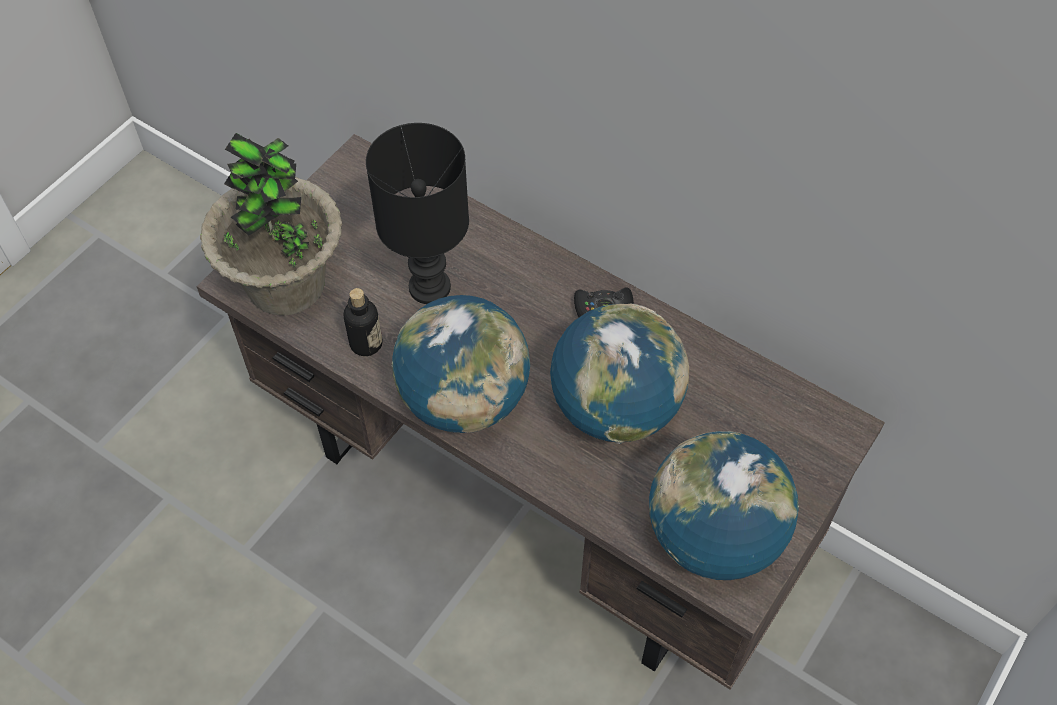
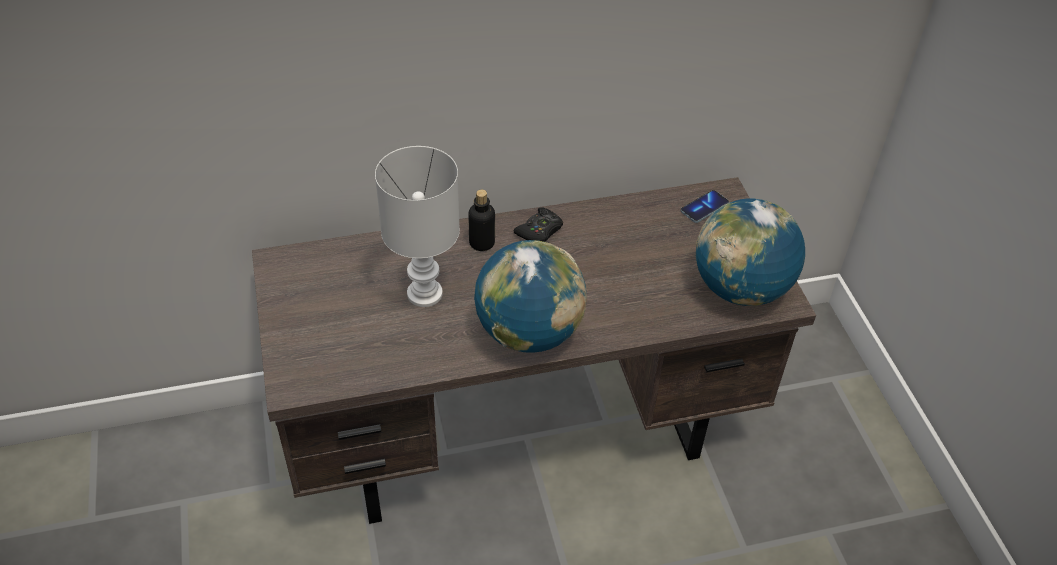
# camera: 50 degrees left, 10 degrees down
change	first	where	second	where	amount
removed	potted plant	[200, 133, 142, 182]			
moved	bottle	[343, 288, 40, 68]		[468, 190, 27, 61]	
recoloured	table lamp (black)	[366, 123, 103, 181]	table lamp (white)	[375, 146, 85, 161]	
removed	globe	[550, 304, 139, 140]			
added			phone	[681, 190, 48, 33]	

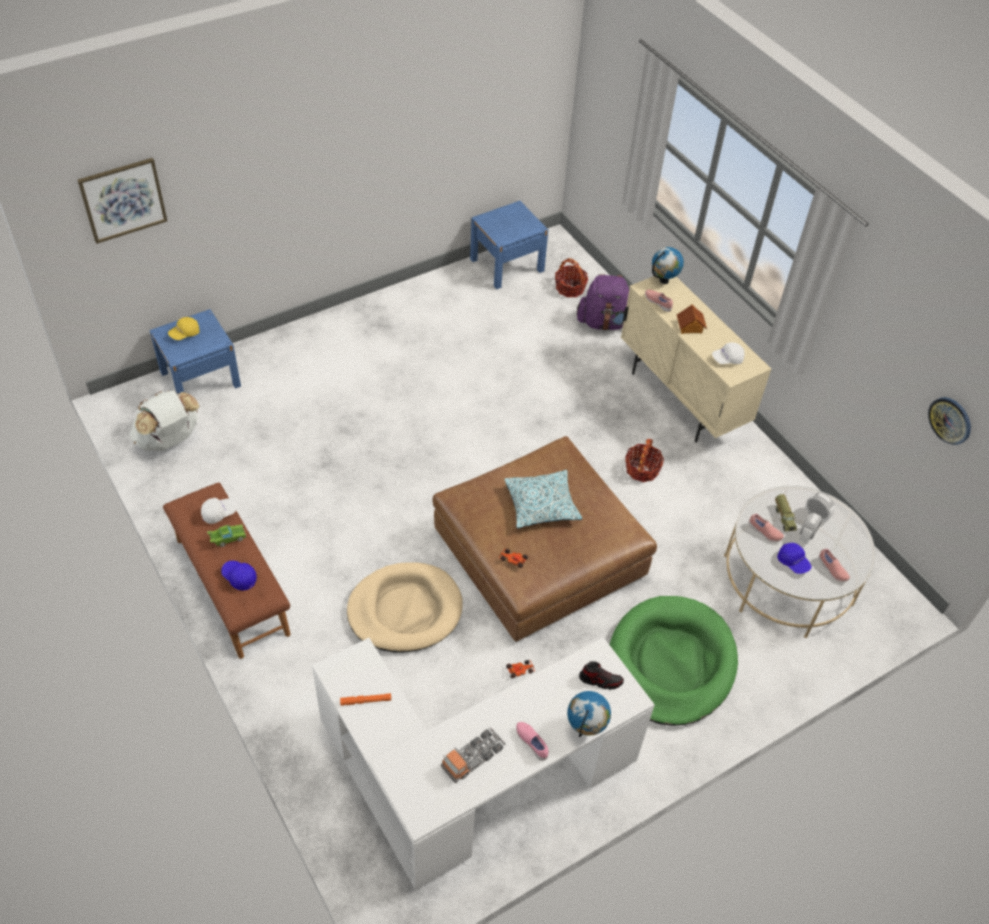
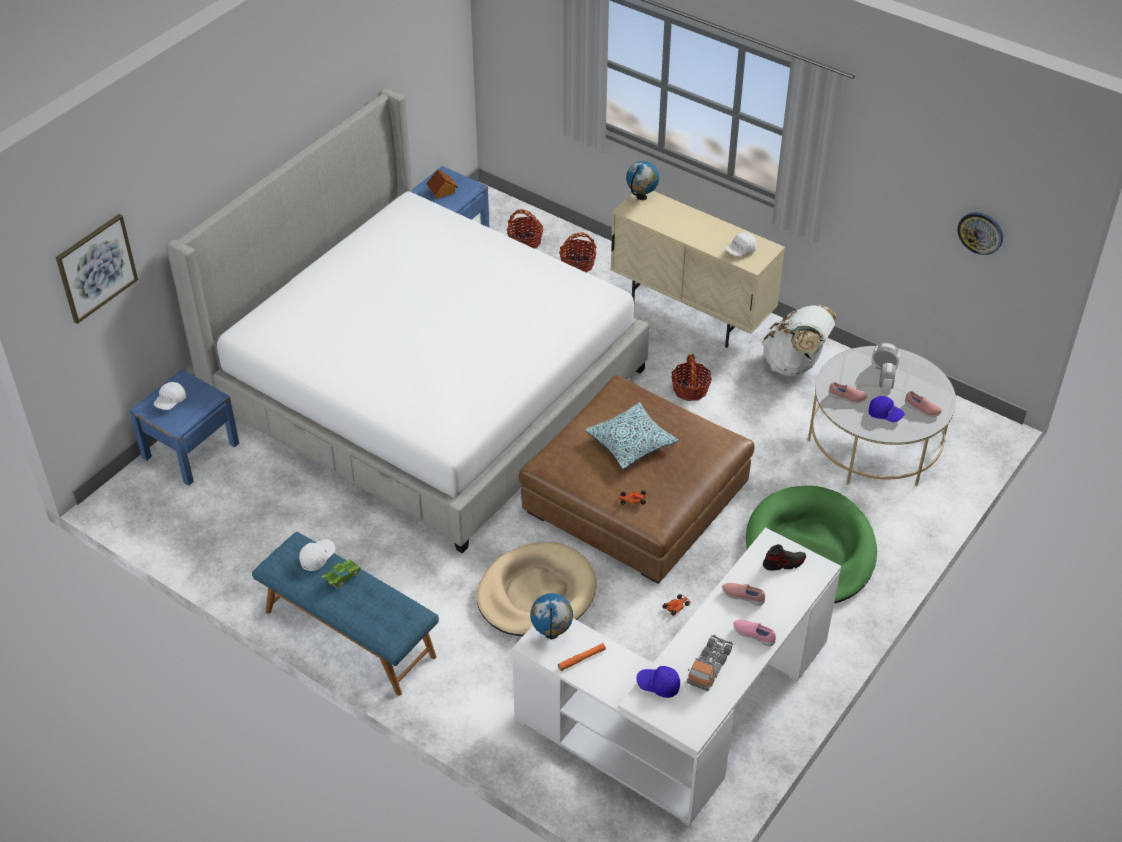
# camera: 20 degrees left, 5 degrees down
change	first	where	second	where	amount
moved	backpack (white)	[130, 390, 69, 61]		[762, 305, 75, 72]	
recoloured	bench (brown)	[163, 483, 128, 176]	bench (blue)	[252, 532, 187, 164]	
recoloured	cap (yellow)	[168, 317, 32, 23]	cap (white)	[154, 382, 32, 28]	
moved	cap (blue)	[221, 561, 36, 30]		[636, 666, 44, 32]	
moved	globe	[567, 691, 44, 46]		[530, 593, 43, 47]	
replaced	backpack (purple)	[577, 274, 52, 57]	basket	[559, 232, 38, 40]	
moved	shoe (pink)	[645, 290, 28, 22]		[722, 583, 43, 23]	
moved	toy house	[677, 304, 30, 30]		[426, 169, 32, 30]	
removed	toy truck	[775, 494, 22, 38]			
added			bed	[166, 88, 483, 465]	

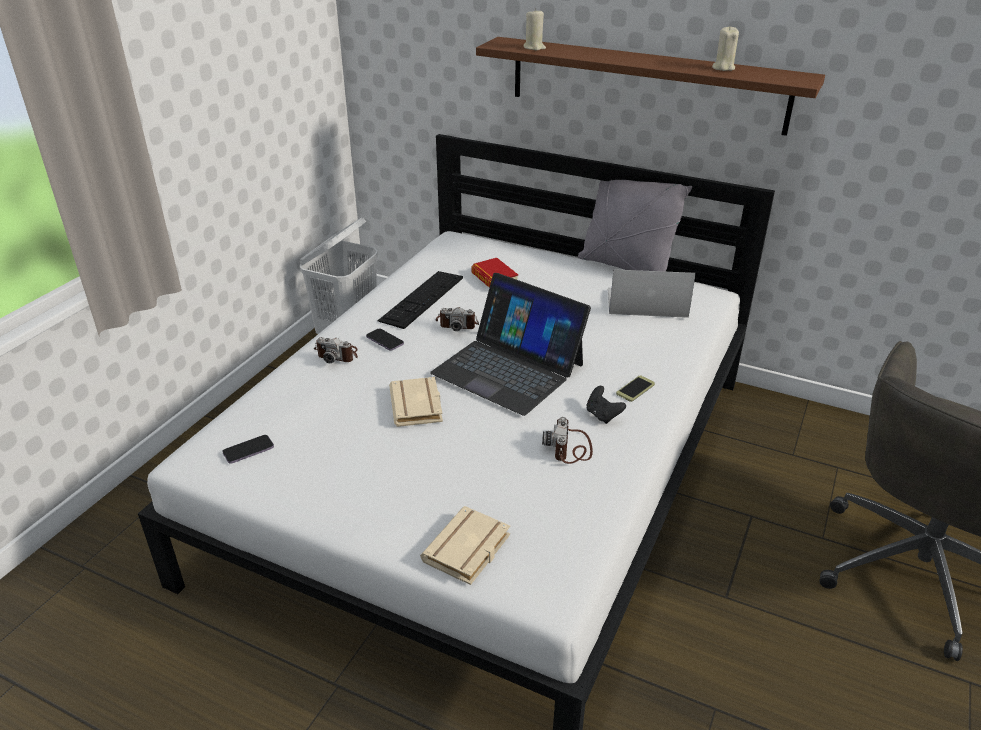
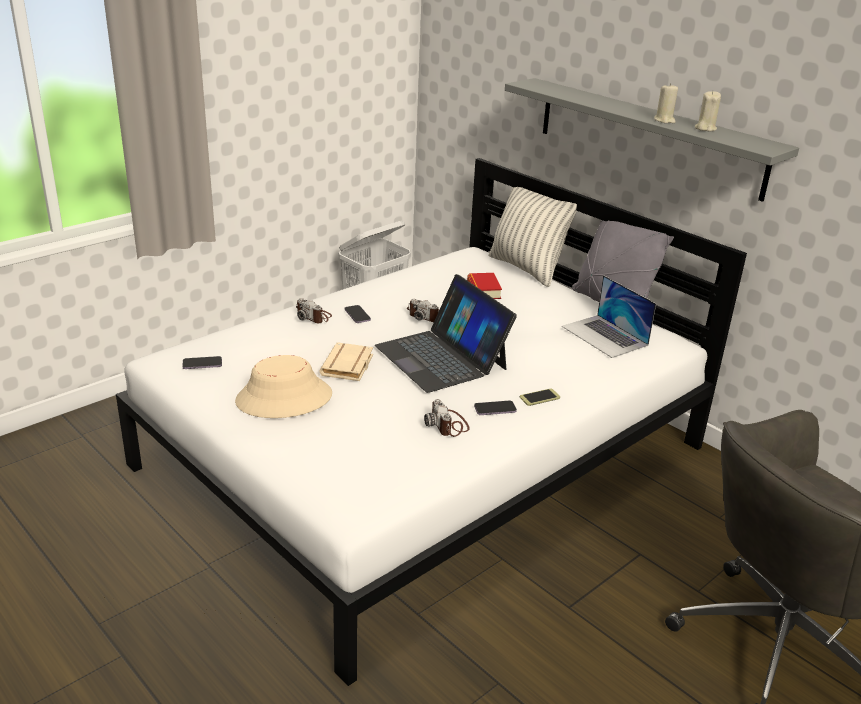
# camera: 20 degrees right, 5 degrees down
change	first	where	second	where	amount
removed	keyboard	[377, 271, 86, 58]			
removed	book (beige)	[420, 506, 90, 79]			
recoloured	shelf (brown)	[476, 37, 349, 99]	shelf (grey)	[505, 78, 294, 124]	
moved	candle (beige)	[523, 8, 23, 42]		[654, 83, 24, 40]	
turned	photo camera	[542, 417, 51, 47]		[424, 399, 46, 38]	45 degrees counterclockwise
replaced	game controller (black)	[586, 386, 40, 38]	phone	[474, 401, 43, 14]	
turned	laptop	[608, 269, 88, 49]		[562, 275, 94, 83]	150 degrees counterclockwise
added			hat (beige)	[235, 355, 97, 63]	
added			pillow	[489, 187, 88, 100]	

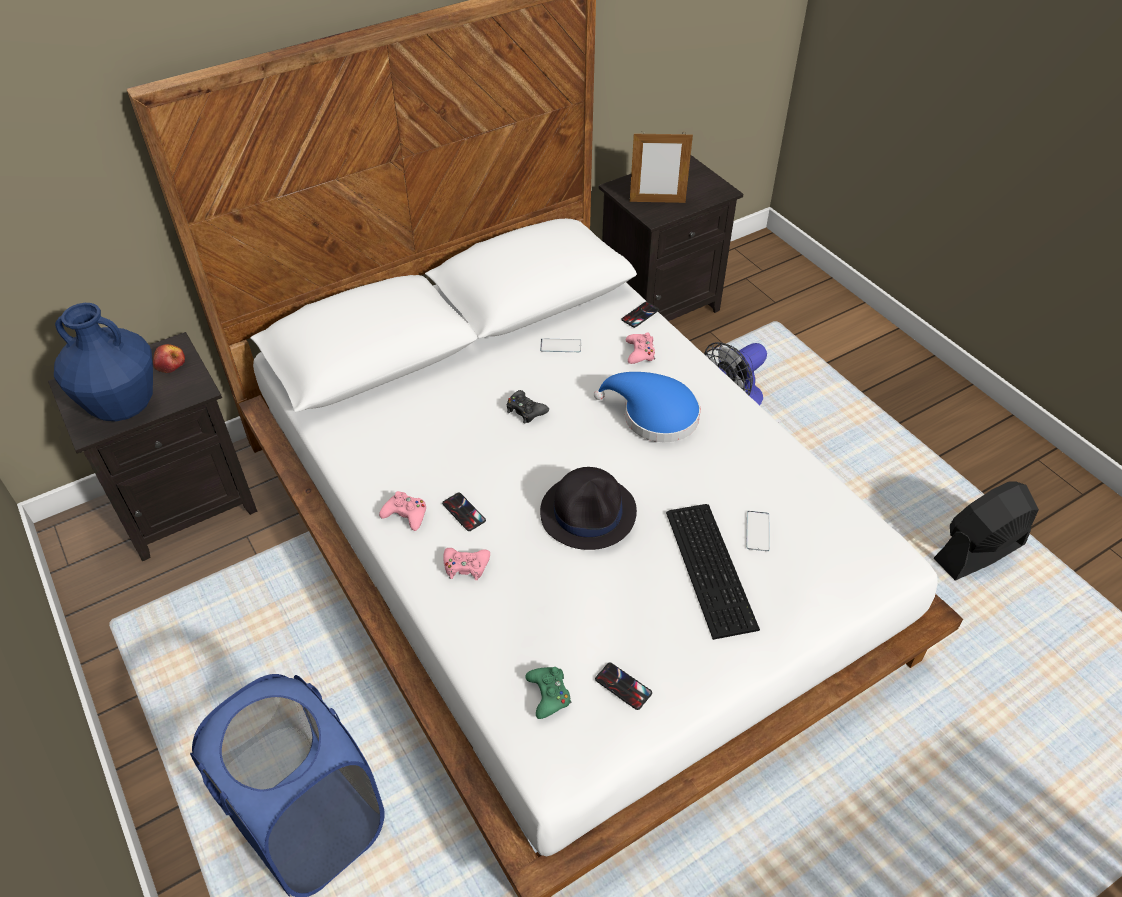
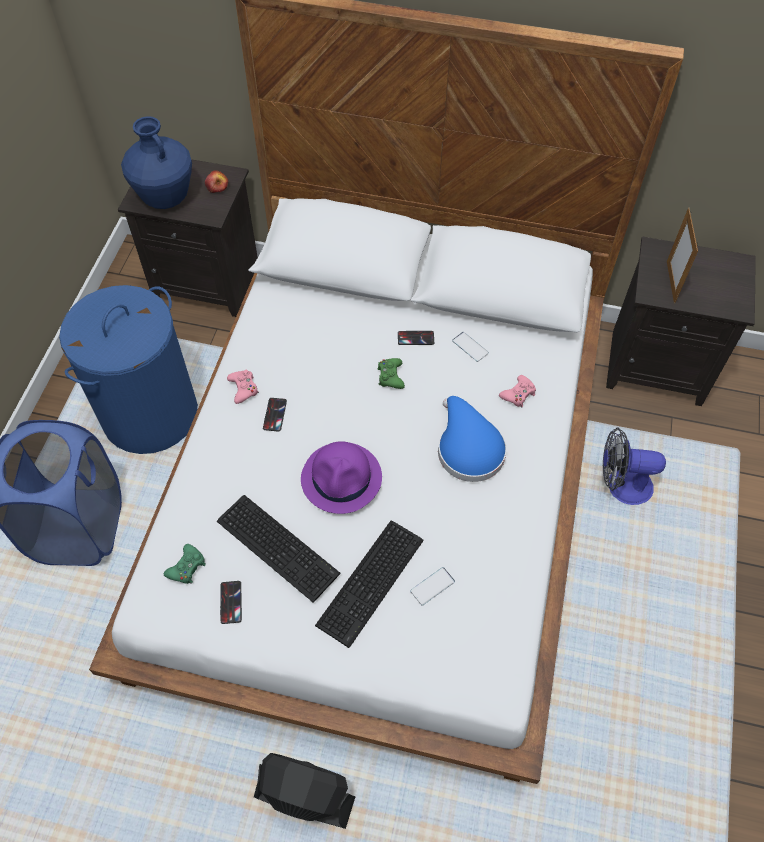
# camera: 45 degrees right, 10 degrees up
change	first	where	second	where	amount
removed	game controller (pink)	[443, 548, 47, 32]			
recoloured	game controller (black)	[507, 390, 42, 33]	game controller (green)	[377, 358, 28, 31]	
recoloured	hat (black)	[540, 467, 97, 83]	hat (purple)	[301, 441, 81, 73]	
moved	phone	[622, 302, 37, 26]		[398, 331, 36, 14]	
turned	picture frame	[630, 131, 63, 72]		[667, 208, 31, 96]	45 degrees clockwise
moved	fan (black)	[934, 481, 105, 100]		[254, 753, 102, 76]	
added			laundry basket (blue)	[59, 285, 139, 169]	
added			keyboard	[217, 495, 124, 108]	

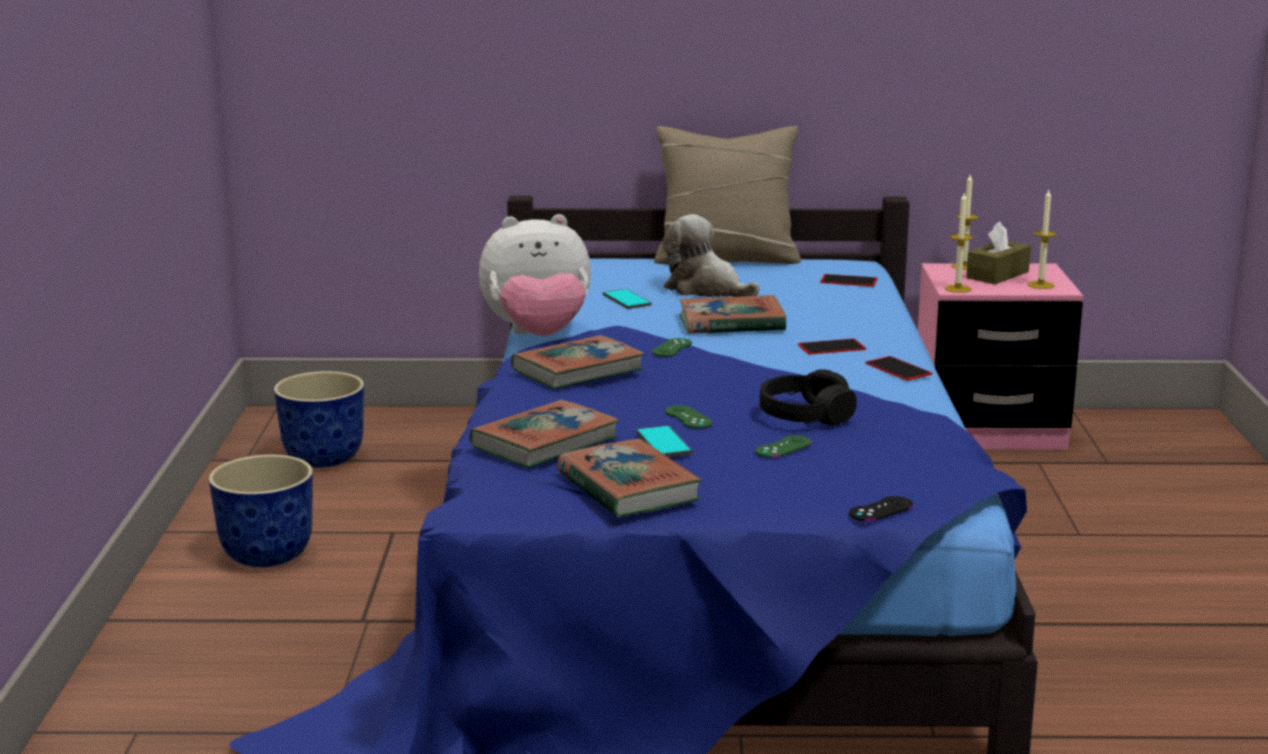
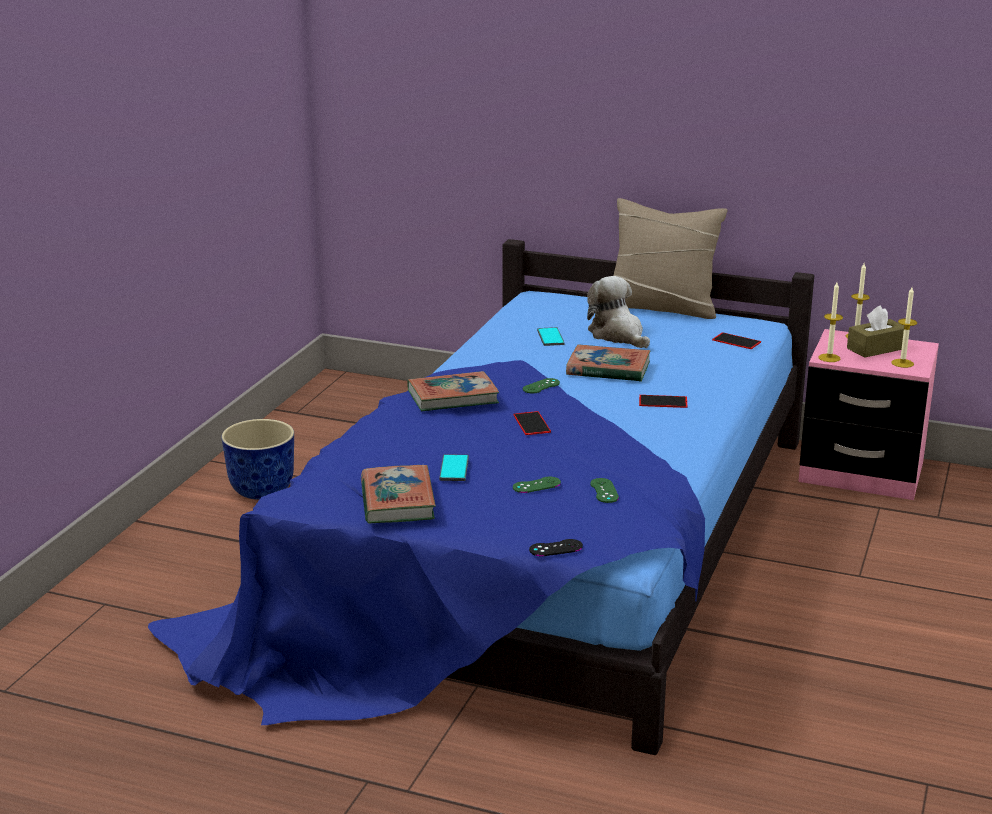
# camera: 20 degrees right, 5 degrees up
change	first	where	second	where	amount
removed	planter	[274, 371, 90, 97]			
removed	book	[469, 400, 150, 68]			
removed	plush toy	[479, 214, 112, 122]			
moved	game controller (green)	[665, 405, 47, 24]		[590, 478, 29, 25]	
removed	headphones (black)	[760, 369, 97, 57]			
moved	phone	[865, 356, 67, 25]		[514, 411, 37, 24]	

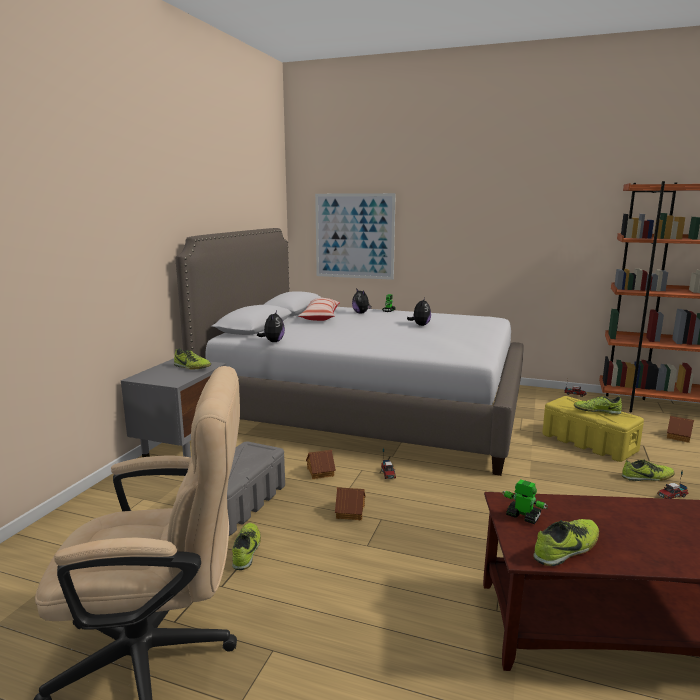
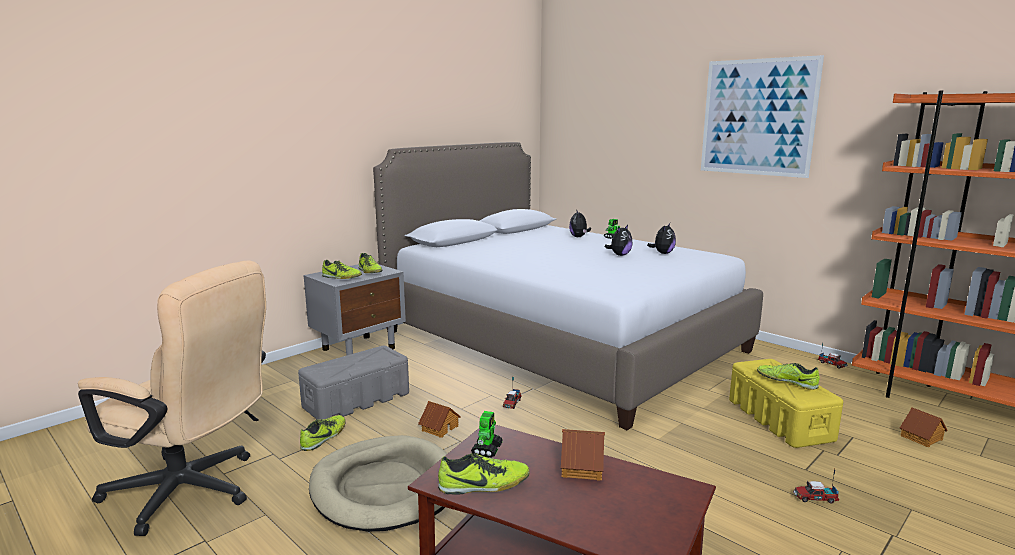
# camera: 25 degrees right, 0 degrees up
change	first	where	second	where	amount
moved	plush toy	[257, 311, 28, 31]		[647, 223, 29, 31]	
removed	pillow	[298, 298, 42, 23]			
moved	toy house	[306, 450, 30, 29]		[561, 429, 44, 52]	
moved	picture	[315, 193, 81, 87]		[701, 55, 123, 123]	
turned	toy robot	[502, 479, 46, 45]		[471, 411, 32, 47]	45 degrees clockwise
moved	shoe	[622, 459, 53, 22]		[322, 260, 40, 19]	
added			dog bed (beige)	[309, 435, 138, 97]	

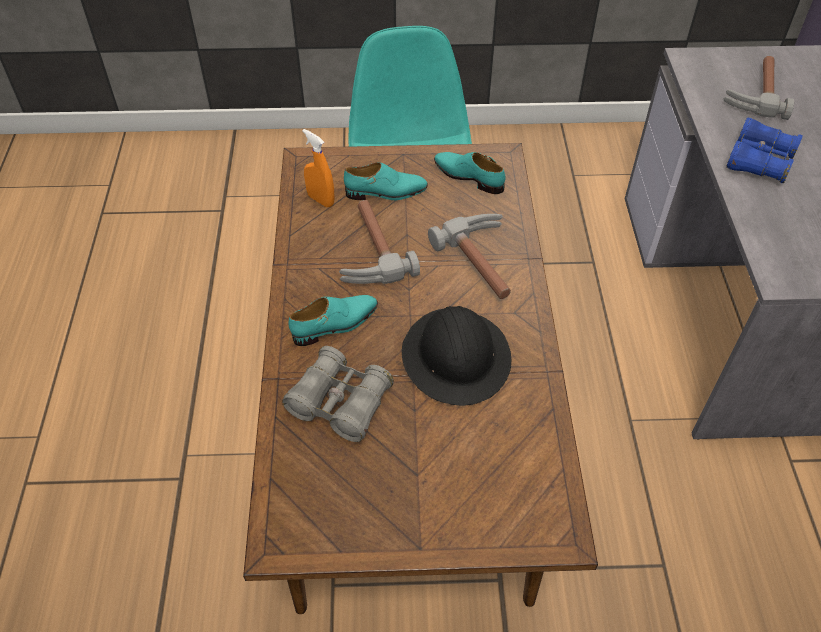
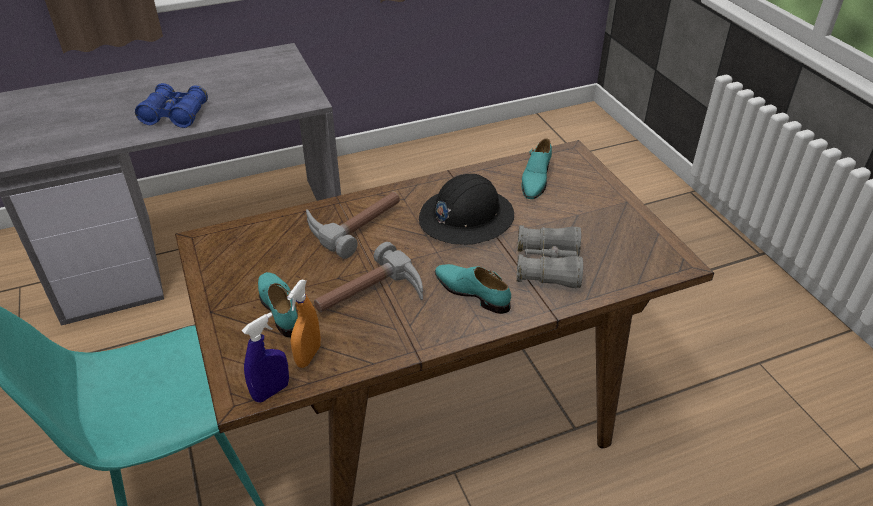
# camera: 110 degrees left, 10 degrees down
change	first	where	second	where	amount
moved	shoe (turquoise)	[434, 152, 72, 42]		[521, 138, 31, 61]	
removed	hammer	[723, 56, 71, 64]			
added			spray bottle (blue)	[242, 312, 47, 90]	

